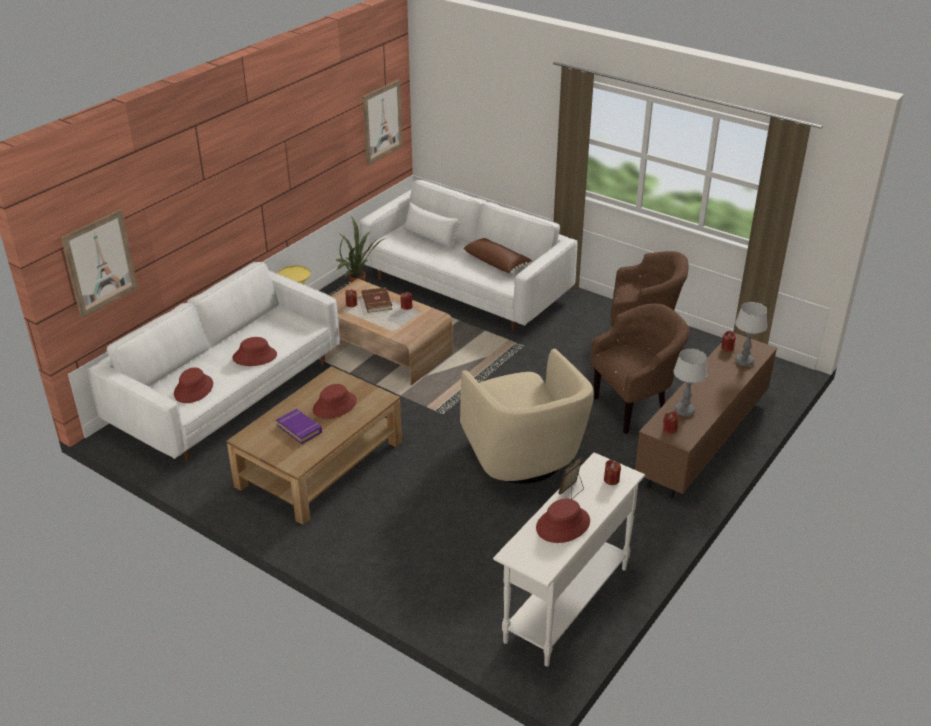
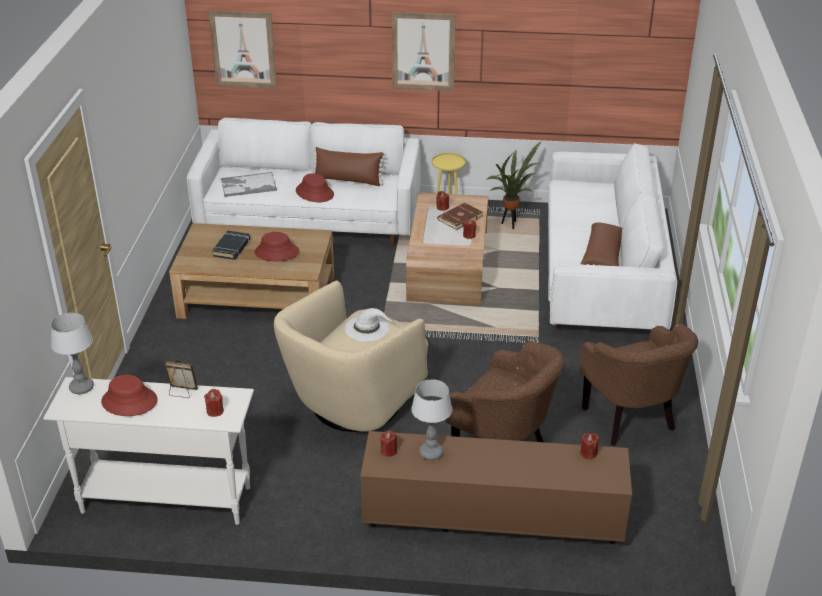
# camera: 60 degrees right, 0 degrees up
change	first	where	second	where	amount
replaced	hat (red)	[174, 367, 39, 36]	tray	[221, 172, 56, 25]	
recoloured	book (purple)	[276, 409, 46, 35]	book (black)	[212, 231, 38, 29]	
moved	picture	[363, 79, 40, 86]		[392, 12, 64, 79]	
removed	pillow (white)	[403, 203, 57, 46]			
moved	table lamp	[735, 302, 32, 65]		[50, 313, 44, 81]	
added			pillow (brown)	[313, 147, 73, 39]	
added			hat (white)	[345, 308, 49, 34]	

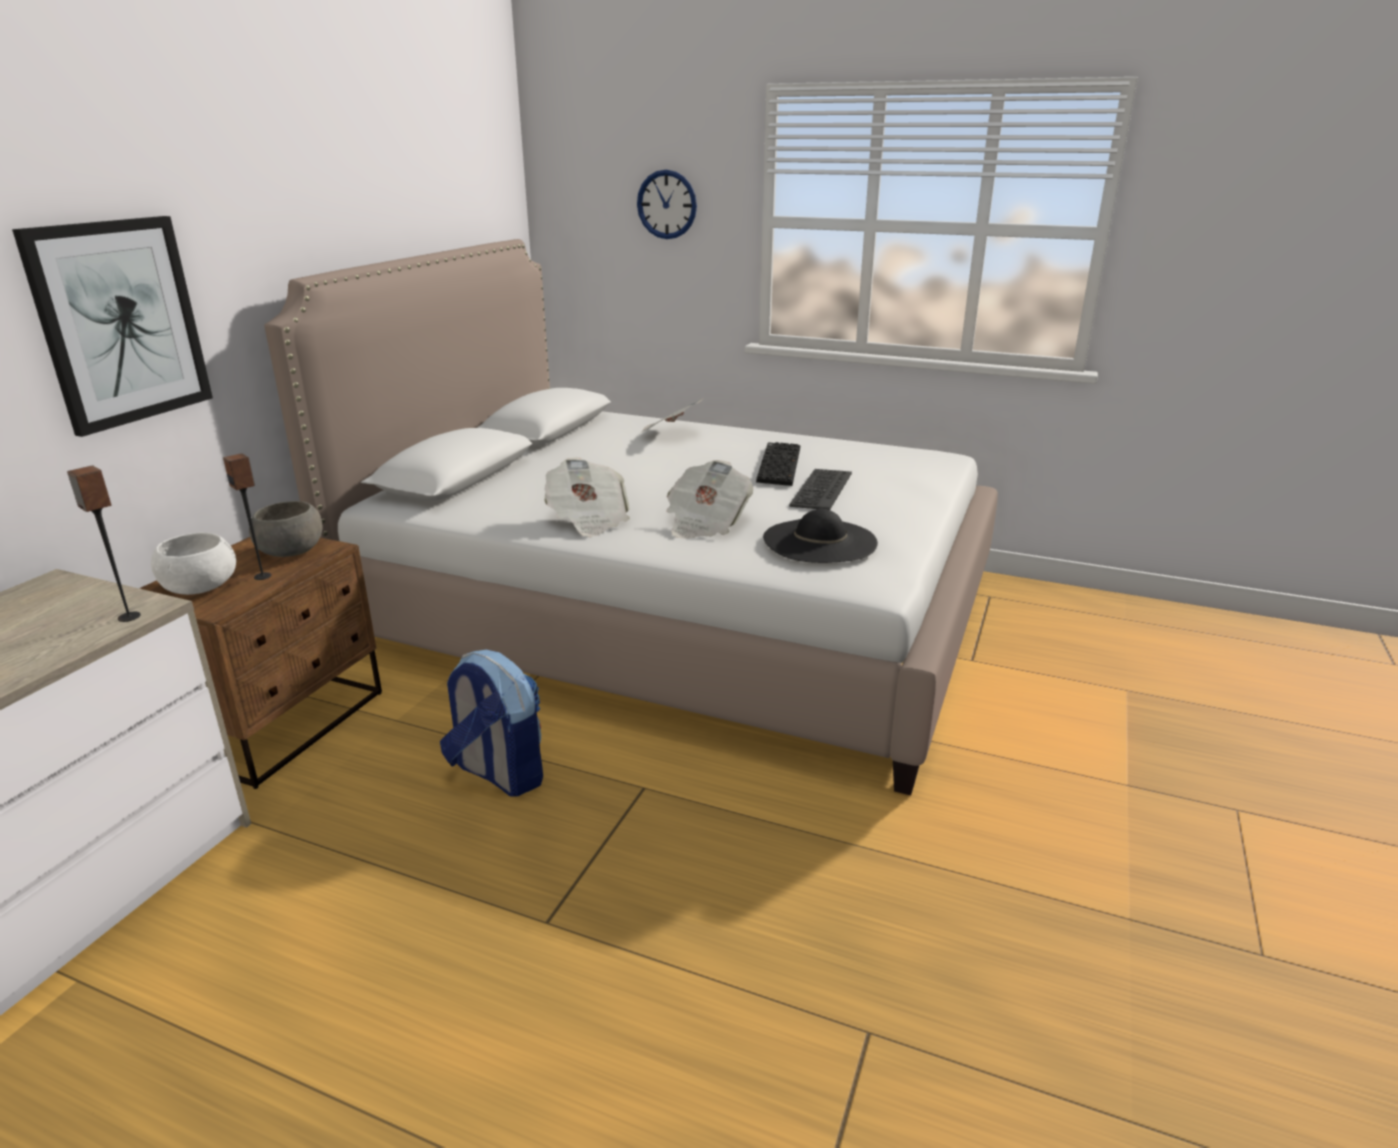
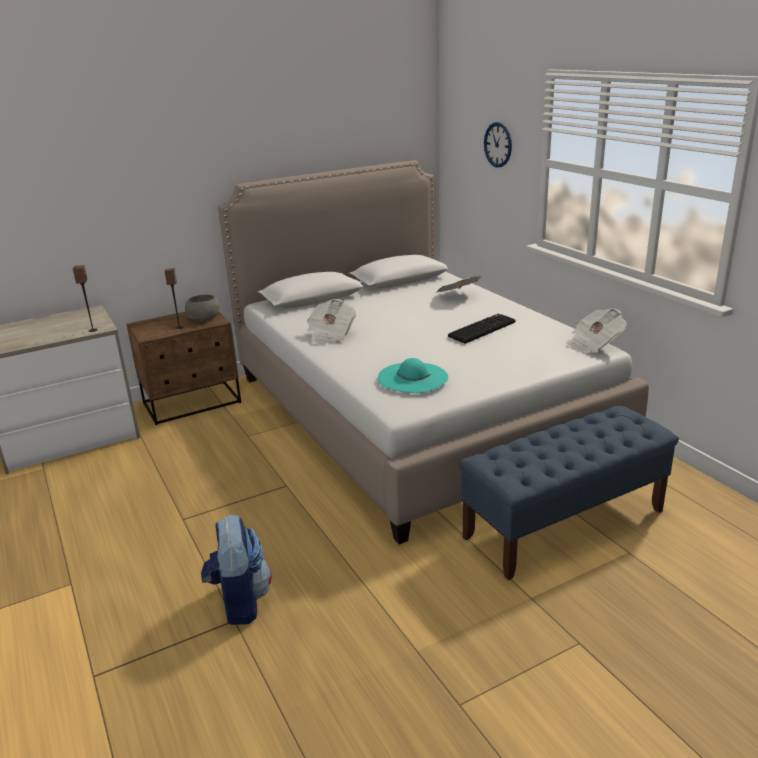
# camera: 40 degrees right, 0 degrees up
change	first	where	second	where	amount
removed	picture	[12, 216, 201, 221]			
removed	bowl (white)	[151, 532, 85, 63]			
moved	backpack	[440, 650, 103, 147]		[201, 515, 71, 110]	
moved	newspaper	[667, 460, 86, 79]		[566, 308, 61, 44]	
recoloured	hat (black)	[763, 509, 115, 54]	hat (turquoise)	[378, 358, 70, 35]	
removed	keyboard	[789, 469, 63, 41]			
added			bench (blue)	[459, 405, 220, 175]	

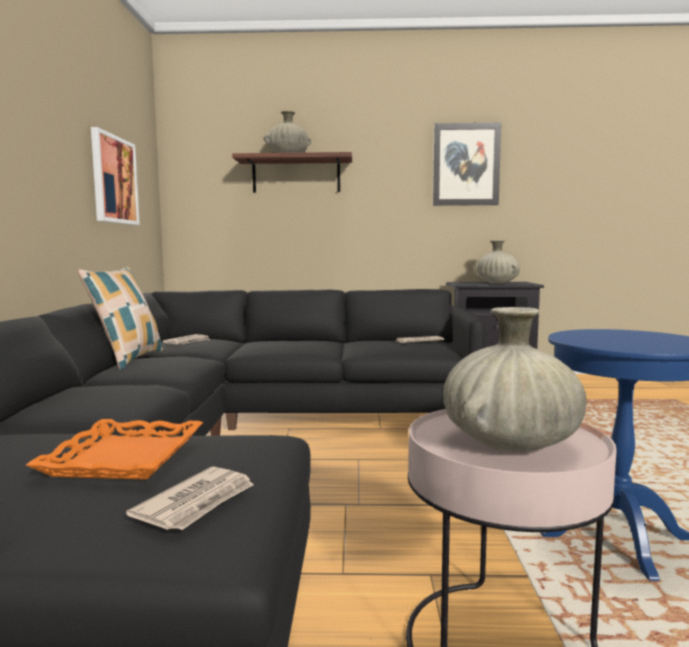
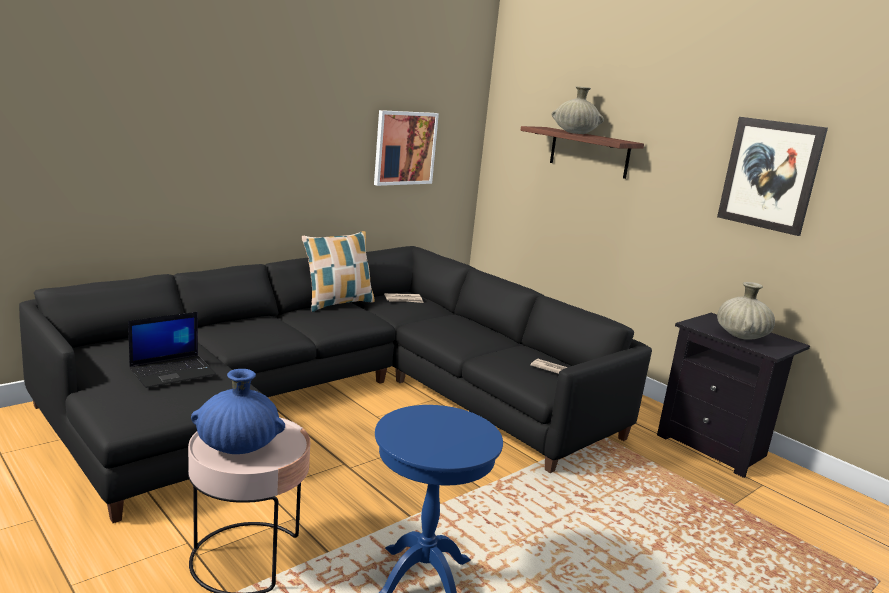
# camera: 45 degrees right, 10 degrees up
change	first	where	second	where	amount
replaced	tray (orange)	[26, 419, 177, 61]	laptop	[128, 312, 88, 76]	
removed	newspaper	[126, 467, 128, 63]			
recoloured	vase (beige)	[443, 307, 144, 145]	vase (blue)	[191, 369, 94, 85]	

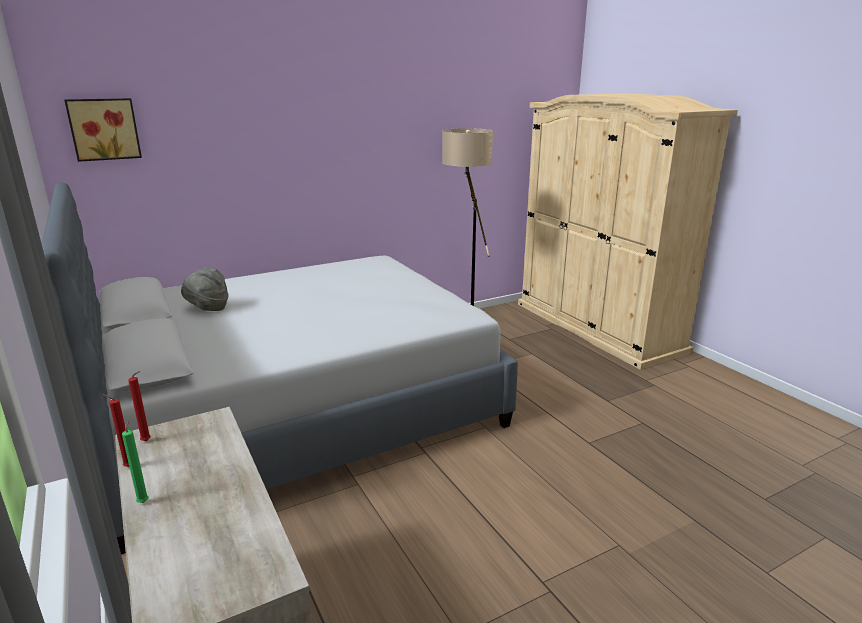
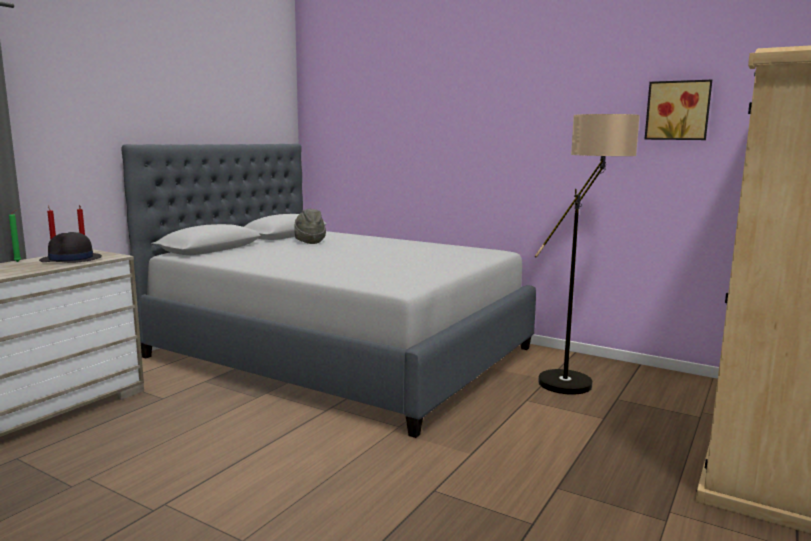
# camera: 60 degrees right, 10 degrees down
change	first	where	second	where	amount
moved	picture	[64, 98, 78, 64]		[644, 80, 68, 60]	
added			hat (black)	[39, 232, 63, 31]	

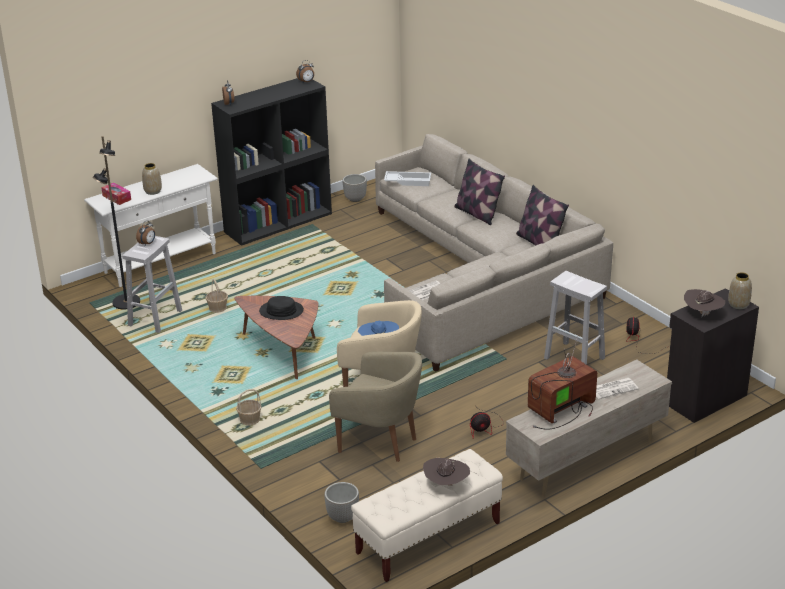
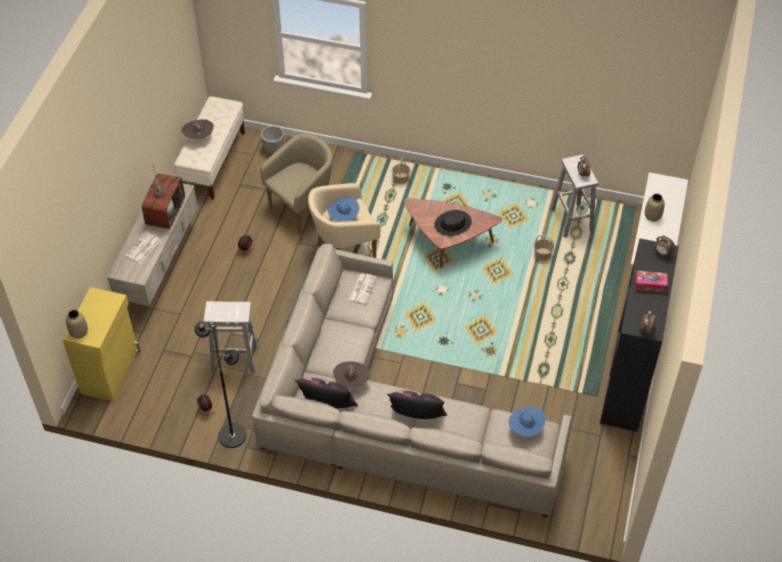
# camera: 140 degrees right, 20 degrees up
change	first	where	second	where	amount
moved	floor lamp (black)	[93, 136, 47, 173]		[194, 321, 52, 127]	
moved	tissue box	[101, 183, 30, 22]		[635, 271, 33, 21]	
turned	armchair (beige)	[329, 352, 93, 110]		[260, 134, 72, 100]	150 degrees clockwise
removed	planter	[343, 174, 24, 28]			
replaced	tray (white)	[384, 171, 47, 15]	hat (blue)	[509, 406, 36, 30]	
recoloured	cabinet (black)	[667, 288, 92, 135]	cabinet (yellow)	[63, 287, 77, 114]	
moved	hat (brown)	[684, 289, 41, 28]		[333, 361, 38, 28]	

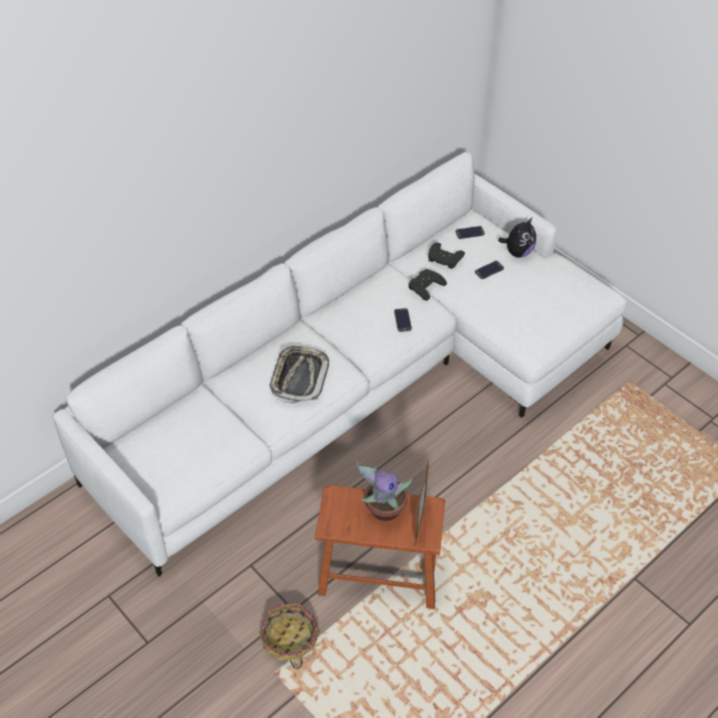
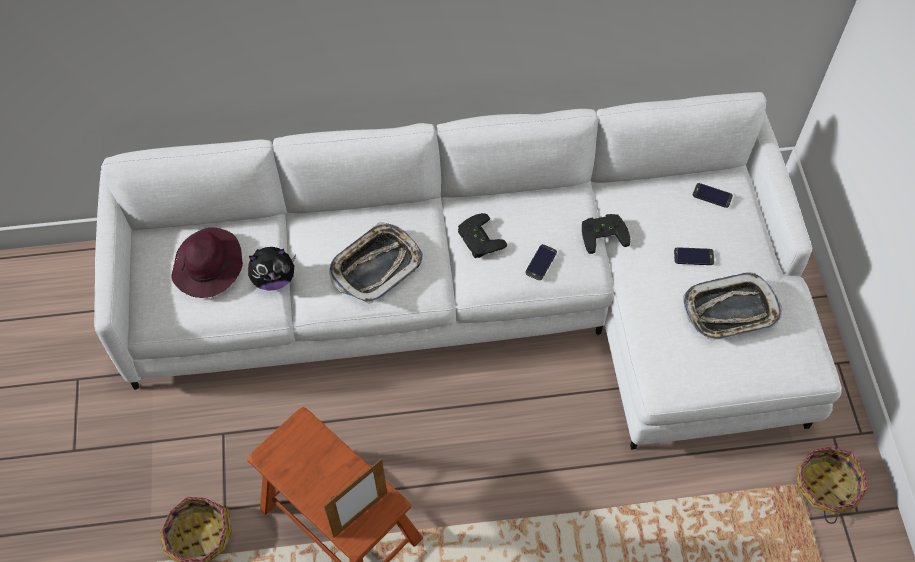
# camera: 35 degrees right, 10 degrees up
change	first	where	second	where	amount
removed	potted plant	[356, 460, 56, 61]			
moved	game controller (black)	[428, 242, 37, 27]		[458, 213, 49, 45]	
moved	plush toy	[498, 218, 38, 40]		[248, 247, 48, 44]	
added			hat (purple)	[172, 228, 71, 70]	
added			tray	[683, 272, 99, 69]	
added			basket	[797, 447, 71, 77]	

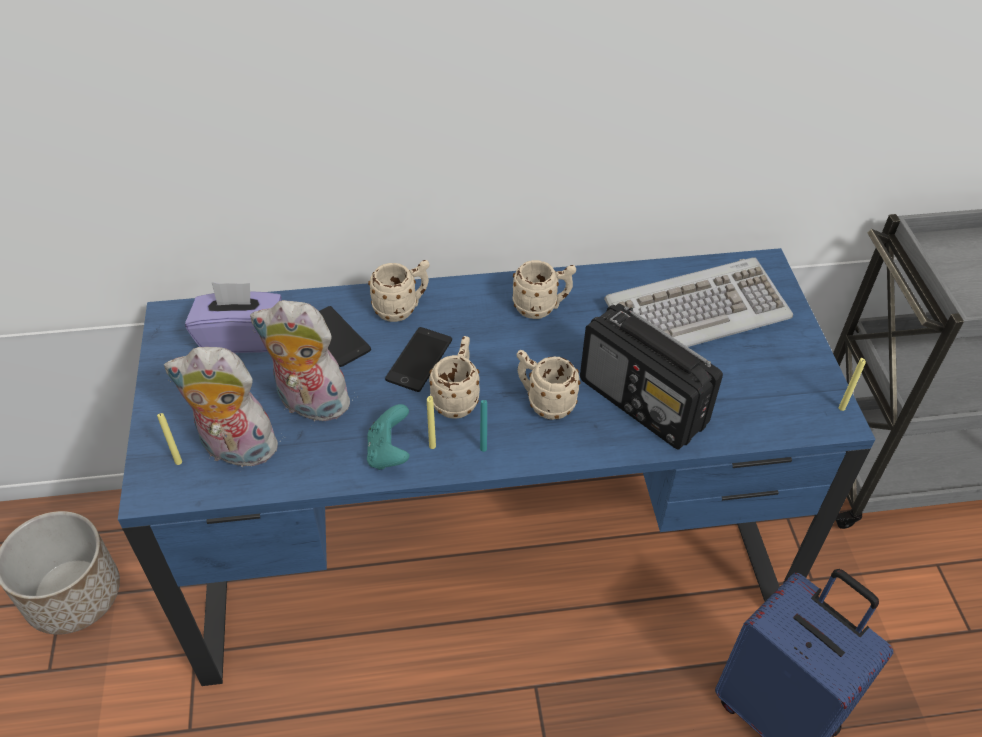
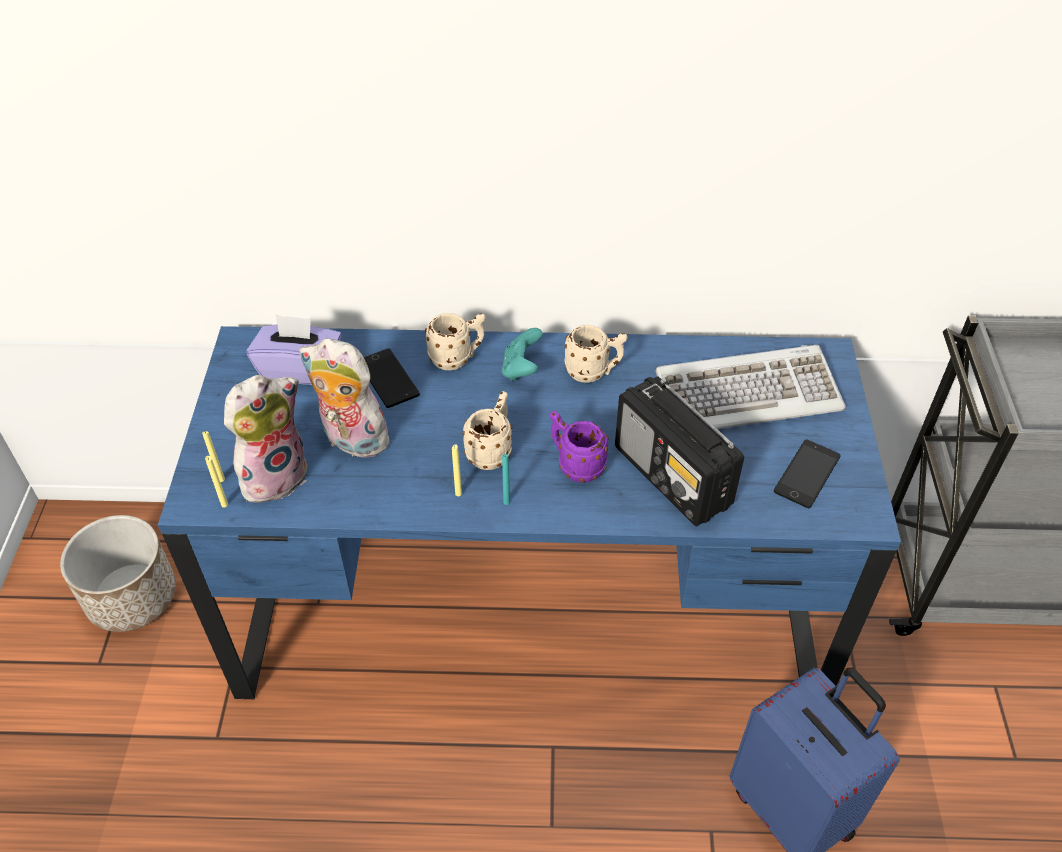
# camera: 10 degrees right, 0 degrees up
change	first	where	second	where	amount
turned	plush toy	[164, 347, 114, 120]		[224, 375, 83, 131]	120 degrees clockwise
moved	game controller (turquoise)	[367, 404, 43, 66]		[502, 328, 41, 53]	
moved	phone	[385, 327, 67, 65]		[774, 440, 67, 68]	
recoloured	mug (beige)	[517, 350, 63, 70]	mug (purple)	[550, 411, 59, 72]	
moved	candle (yellow)	[839, 358, 27, 53]		[205, 456, 23, 52]	

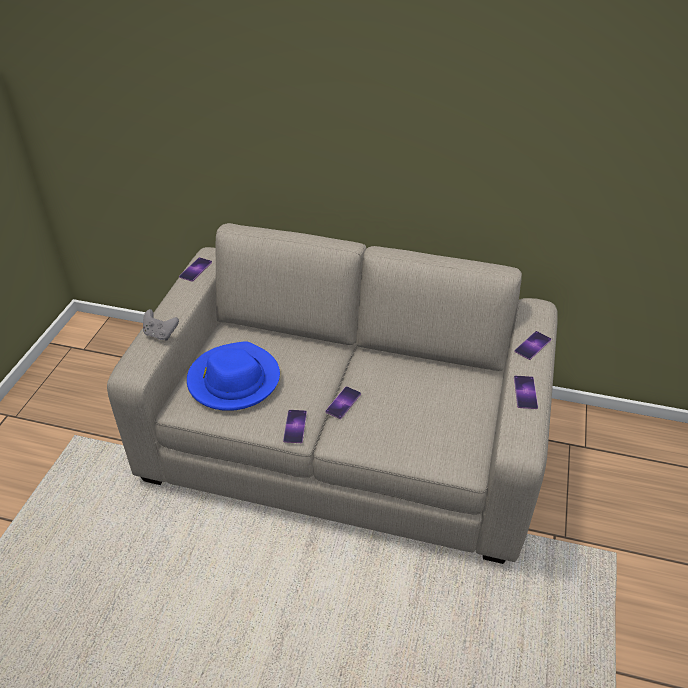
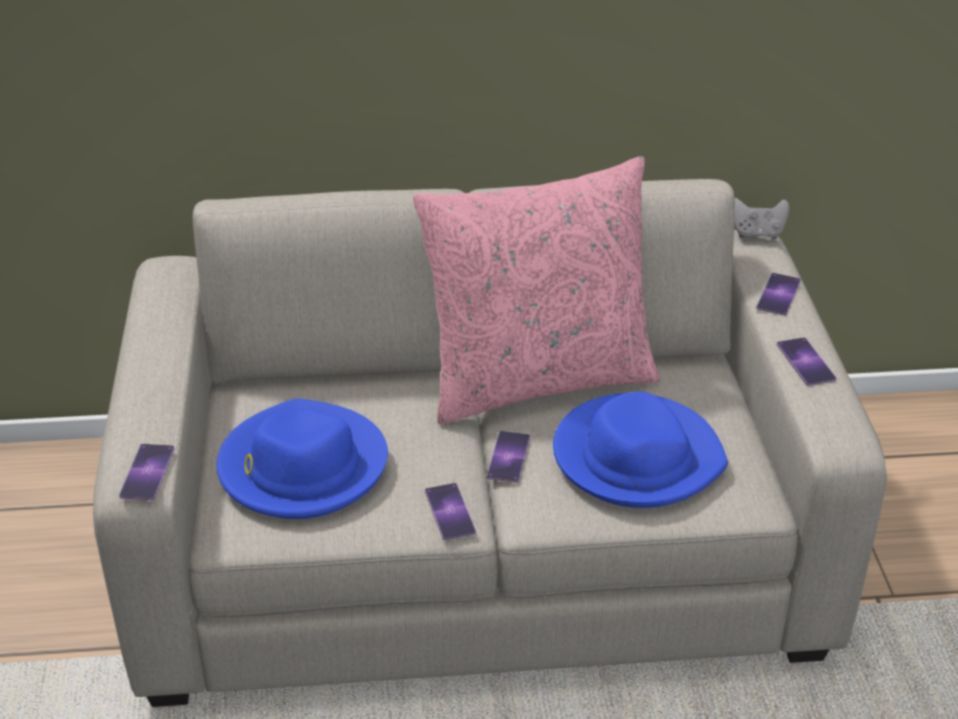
# camera: 20 degrees left, 5 degrees down
change	first	where	second	where	amount
moved	game controller (grey)	[143, 309, 36, 32]		[734, 198, 56, 41]	
moved	phone	[179, 257, 33, 24]		[119, 444, 56, 56]	
added			pillow (pink)	[413, 156, 247, 269]	
added			hat (blue)	[553, 392, 175, 116]	

